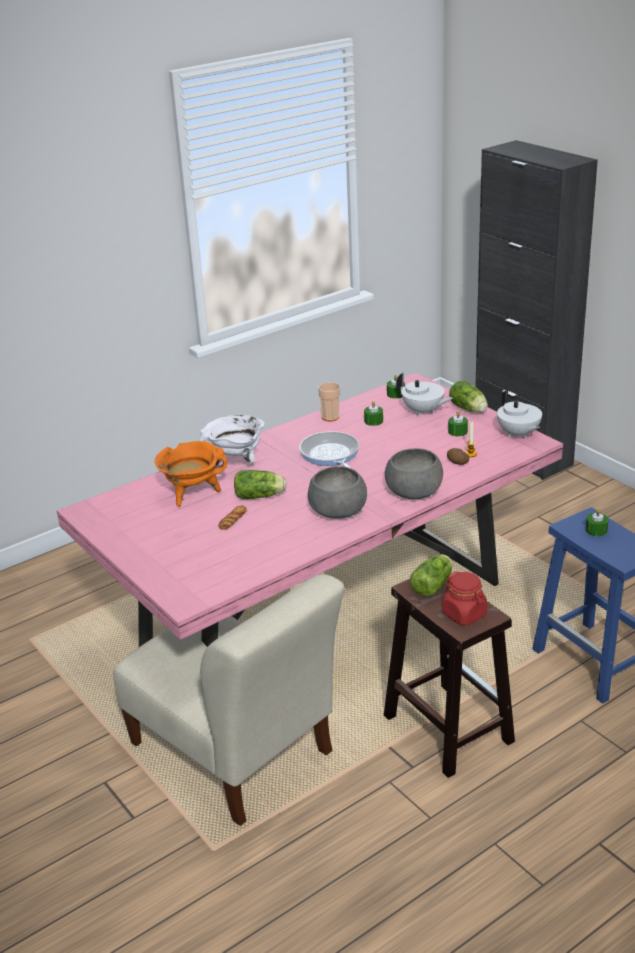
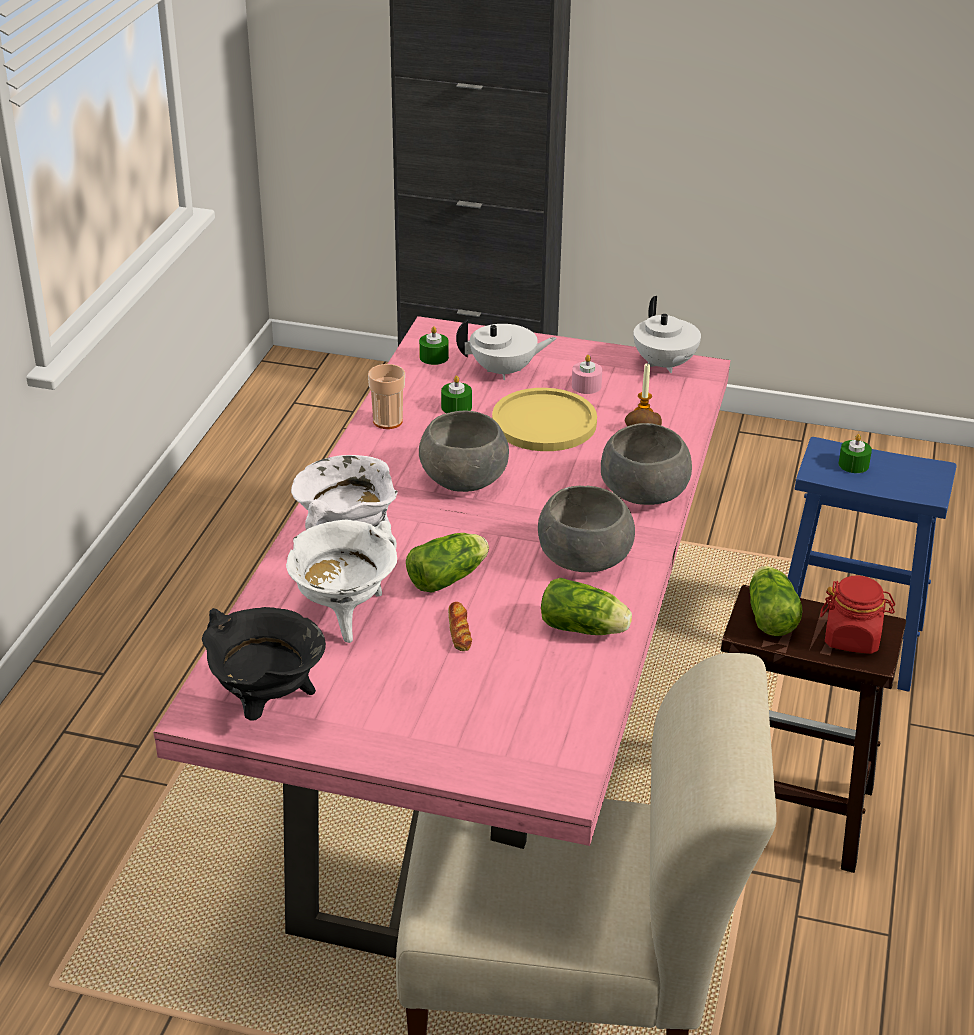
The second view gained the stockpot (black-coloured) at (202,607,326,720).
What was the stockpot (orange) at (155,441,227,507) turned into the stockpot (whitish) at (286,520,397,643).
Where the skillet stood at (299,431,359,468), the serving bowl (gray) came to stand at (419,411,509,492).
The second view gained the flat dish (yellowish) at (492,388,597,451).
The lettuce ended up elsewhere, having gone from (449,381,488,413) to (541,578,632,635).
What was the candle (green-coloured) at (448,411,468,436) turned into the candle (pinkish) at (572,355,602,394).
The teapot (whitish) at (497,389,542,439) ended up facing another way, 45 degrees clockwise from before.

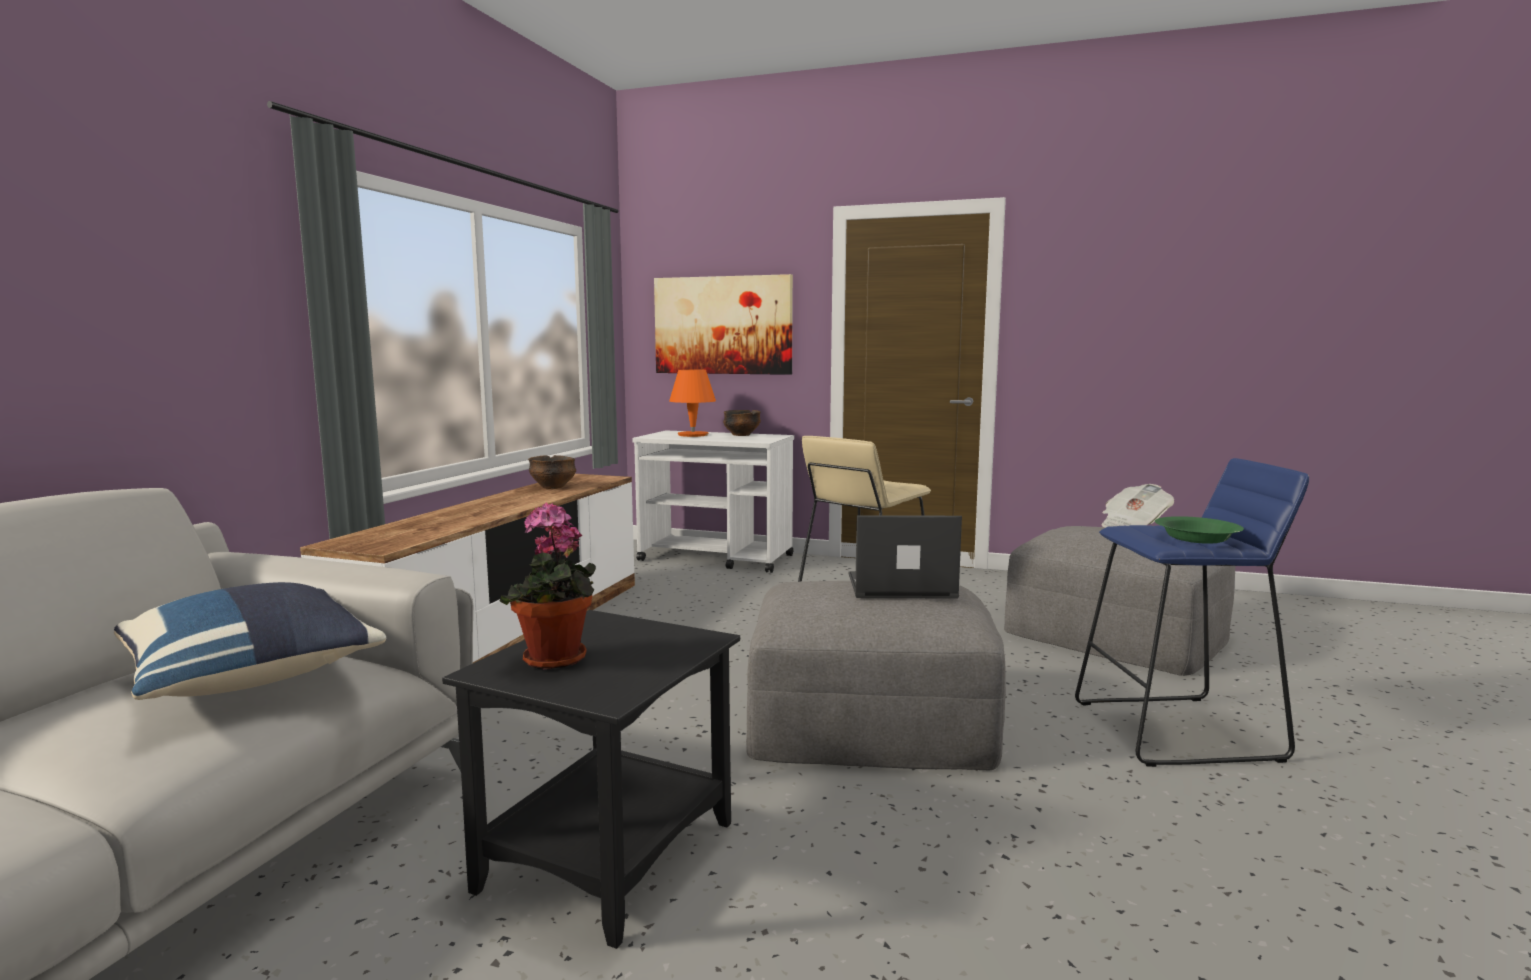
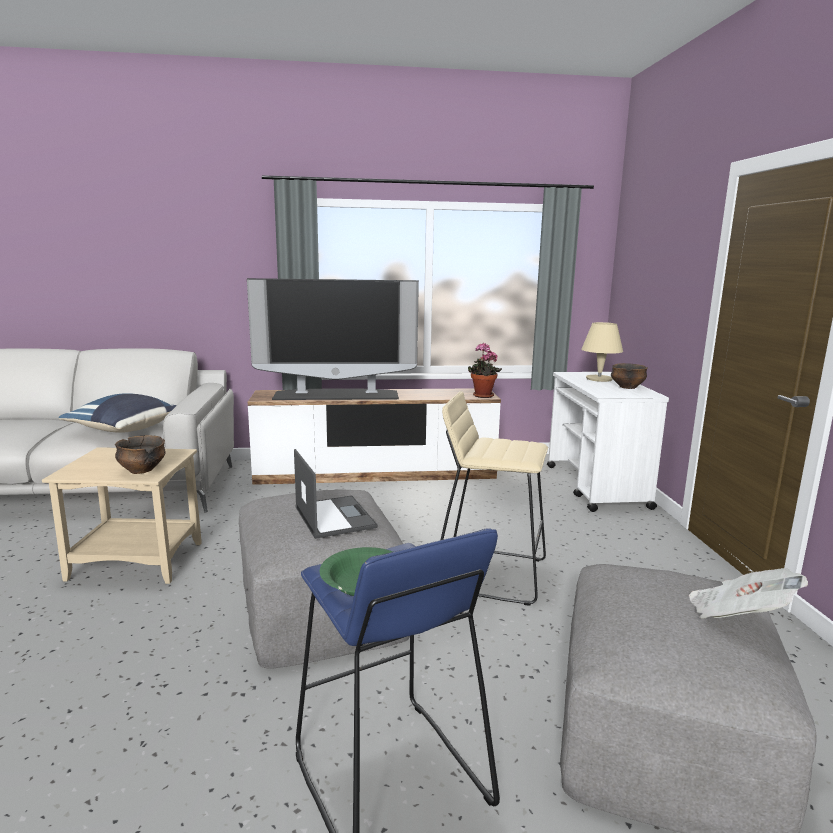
What was the end table (black-coloured) at (442,610,740,949) turned into the end table (beige-coloured) at (42,447,202,584).
The serving bowl ended up elsewhere, having gone from (528,455,576,489) to (115,435,165,474).
The second view gained the TV set at (247,278,419,400).
The plant in a pot ended up elsewhere, having gone from (500,503,596,670) to (468,343,502,398).
What was the table lamp (orange) at (669,369,716,437) turned into the table lamp (beige-coloured) at (581,322,623,382).
The second view lost the wall art at (654,274,793,375).

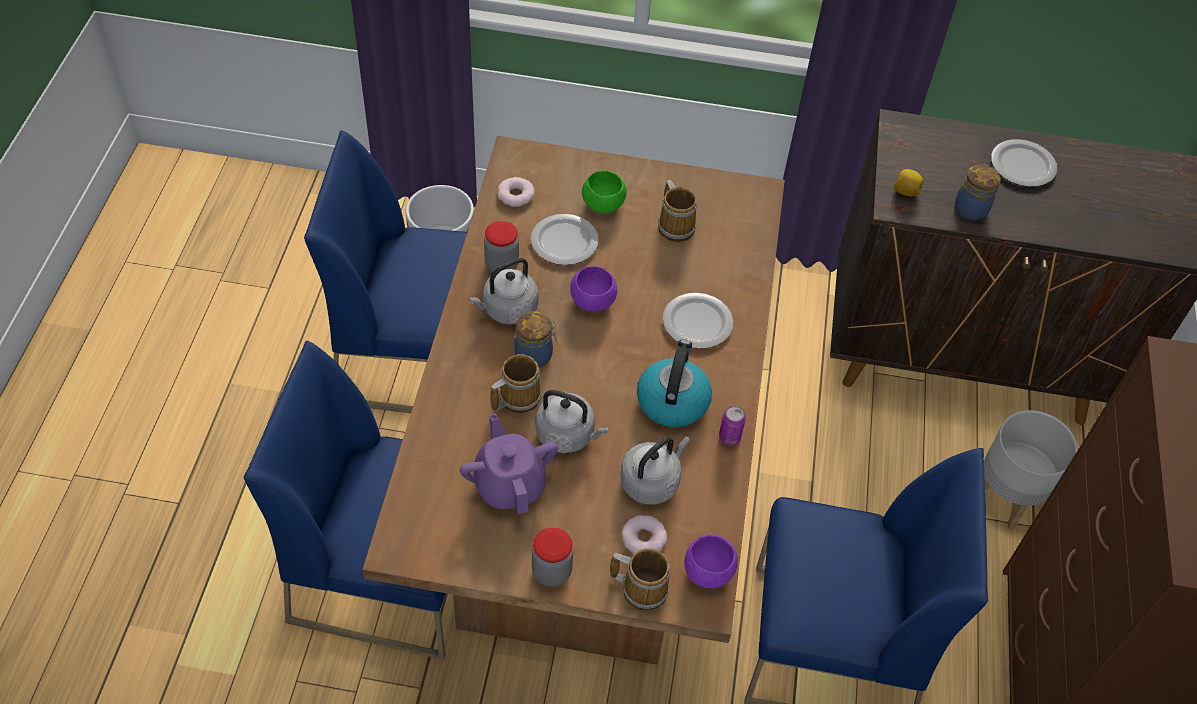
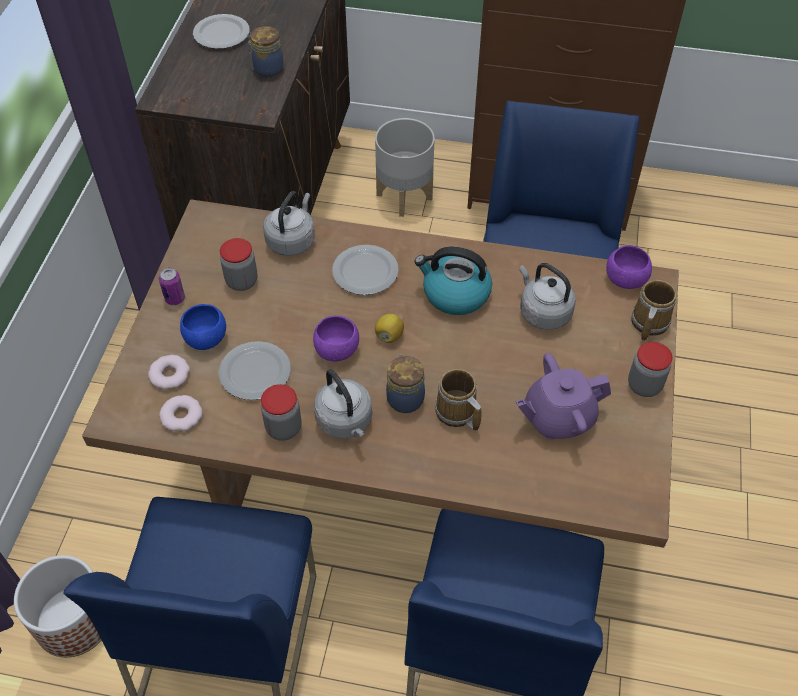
The ring doughnut ended up elsewhere, having gone from (621,515,667,554) to (148,355,190,390).
The can ended up elsewhere, having gone from (719,406,746,445) to (159,267,185,305).
What was the serving bowl (green-coloured) at (582,170,627,213) turned into the serving bowl (bluish) at (180,304,226,350).
Where the mug stood at (658,180,697,242), the jar came to stand at (220,238,257,291).
The tea kettle (gray) ended up elsewhere, having gone from (535,390,608,453) to (263,191,315,256).
The lemon ended up elsewhere, having gone from (894,169,923,196) to (375,314,404,343).

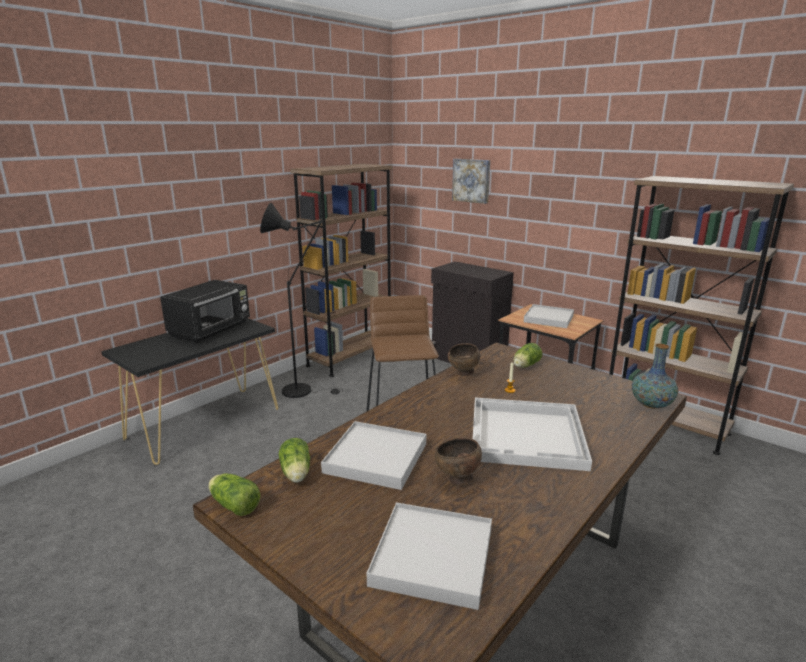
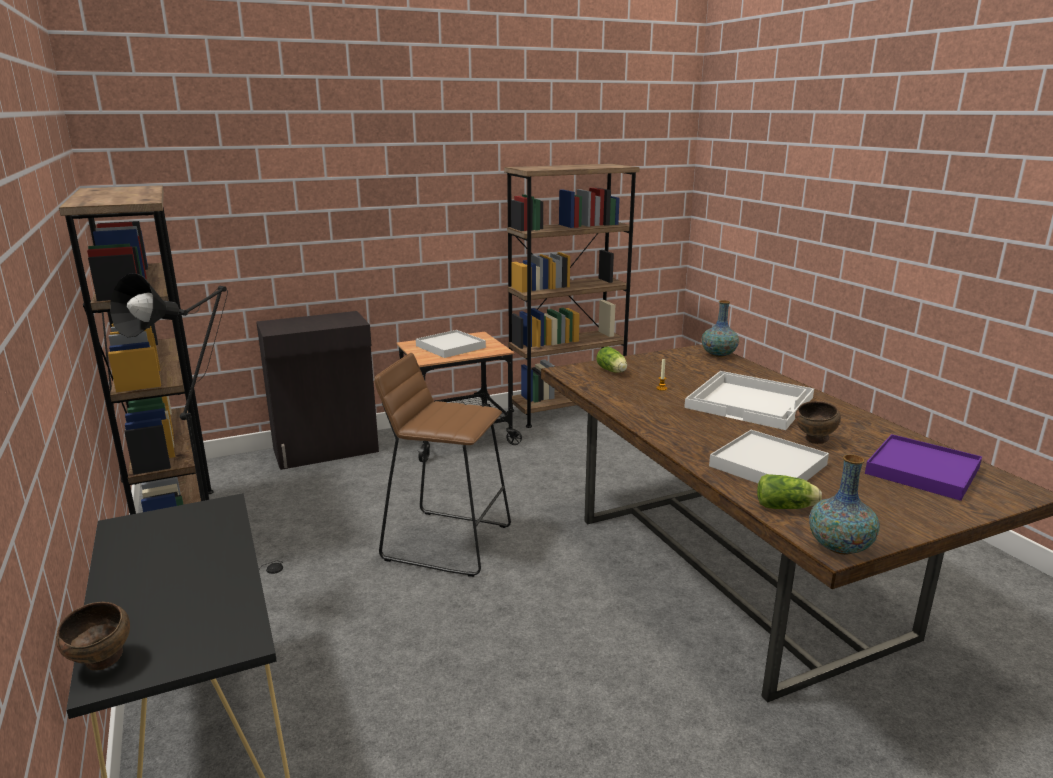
The serving bowl (brownish) ended up elsewhere, having gone from (448,343,480,376) to (56,601,130,670).
Where the lettuce stood at (208,474,260,516), the flower vase came to stand at (809,455,880,555).
What was the carrying tray (whitish) at (367,502,492,610) turned into the carrying tray (purple-coloured) at (865,434,982,501).
The second view lost the kitchen microwave (black-coloured) at (160,280,250,343).
The second view lost the wall art at (452,159,490,204).

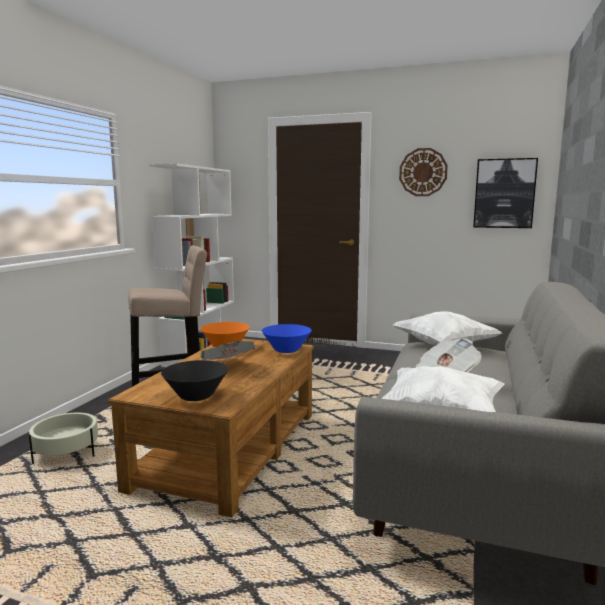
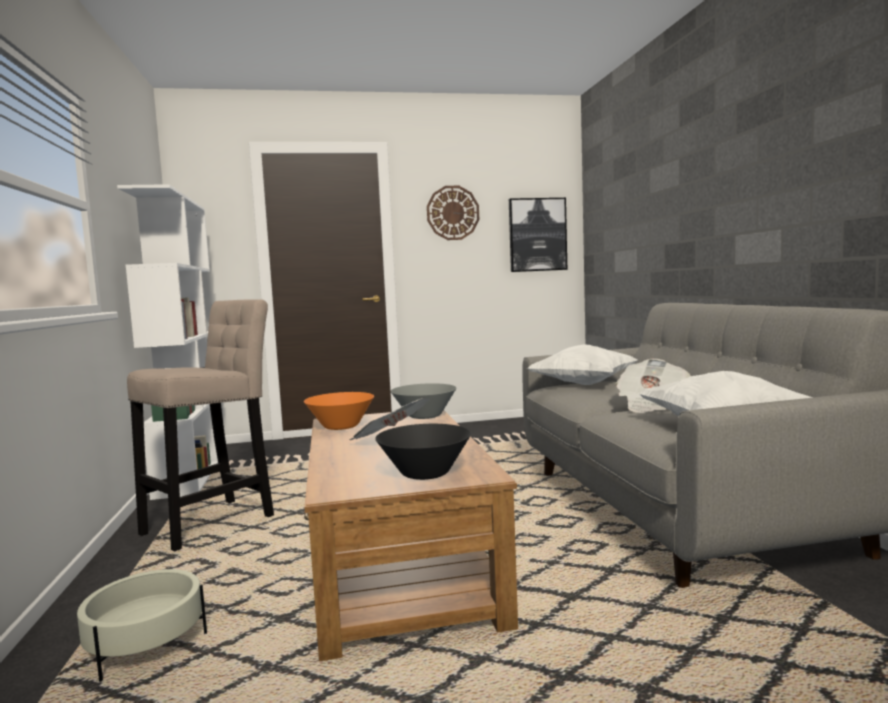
What was the serving bowl (bluish) at (262,324,312,353) turned into the serving bowl (gray) at (390,383,456,419).

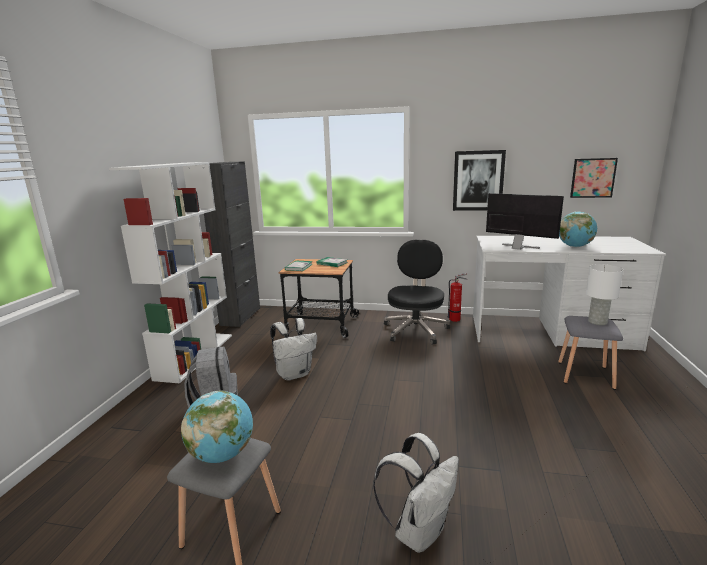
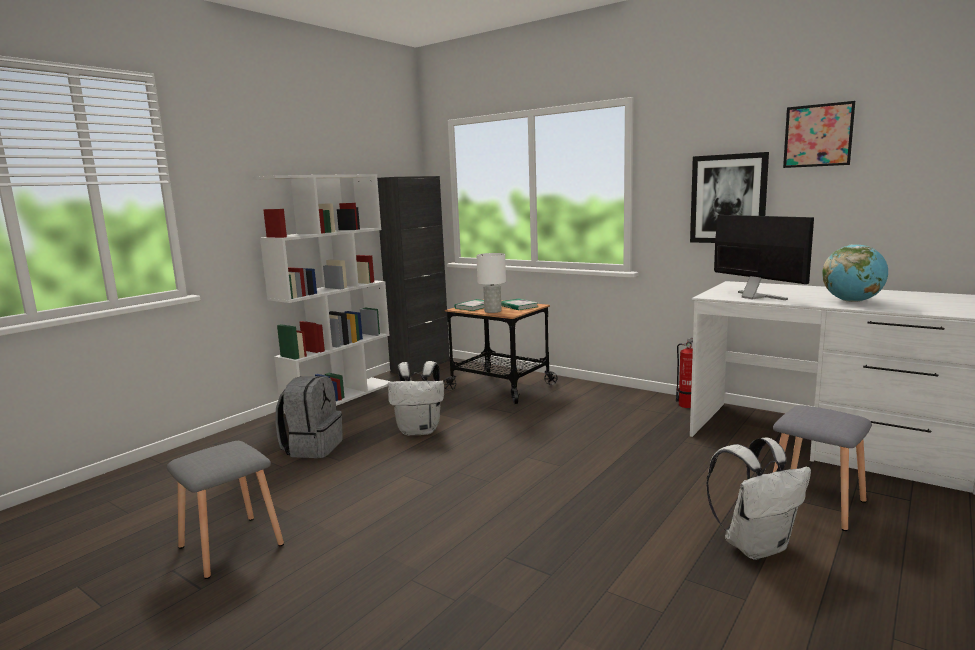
The table lamp (whitish) ended up elsewhere, having gone from (586,264,623,325) to (476,253,506,313).
The knapsack (whitish) ended up elsewhere, having gone from (373,433,459,553) to (706,437,811,560).
The wall art ended up elsewhere, having gone from (570,158,618,198) to (783,101,855,168).
The second view lost the globe at (181,391,253,463).
The second view lost the office chair (black-coloured) at (384,240,450,344).

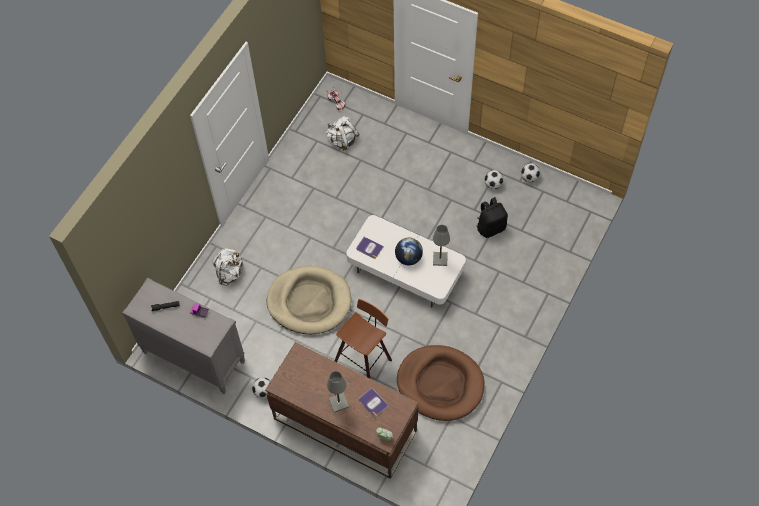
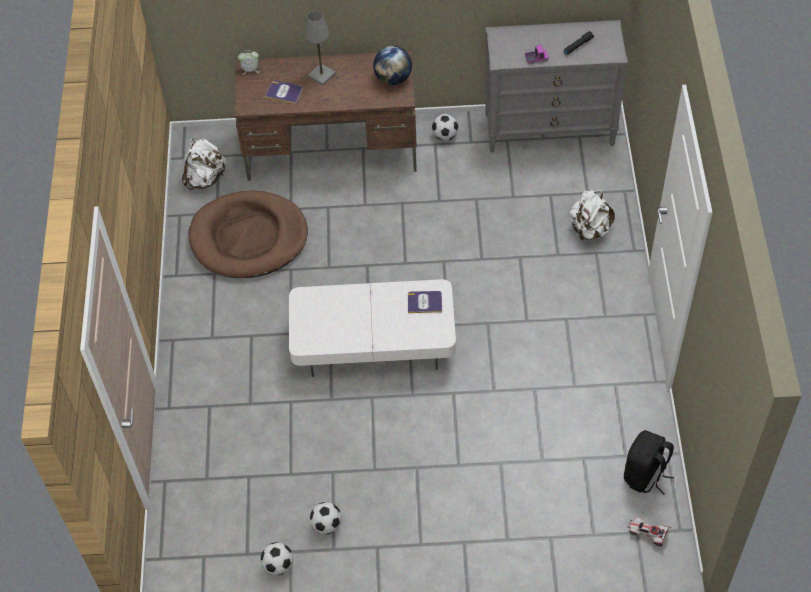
The knapsack (whitish) ended up elsewhere, having gone from (326,116,359,151) to (182,138,226,190).
The globe ended up elsewhere, having gone from (395,238,423,265) to (373,46,412,85).
The knapsack (black-coloured) ended up elsewhere, having gone from (477,197,508,238) to (624,430,674,495).
The second view lost the pet bed (beige-coloured) at (267,266,351,334).
The second view lost the stool seat at (334,299,392,378).
The second view lost the table lamp (gray) at (433,225,450,266).

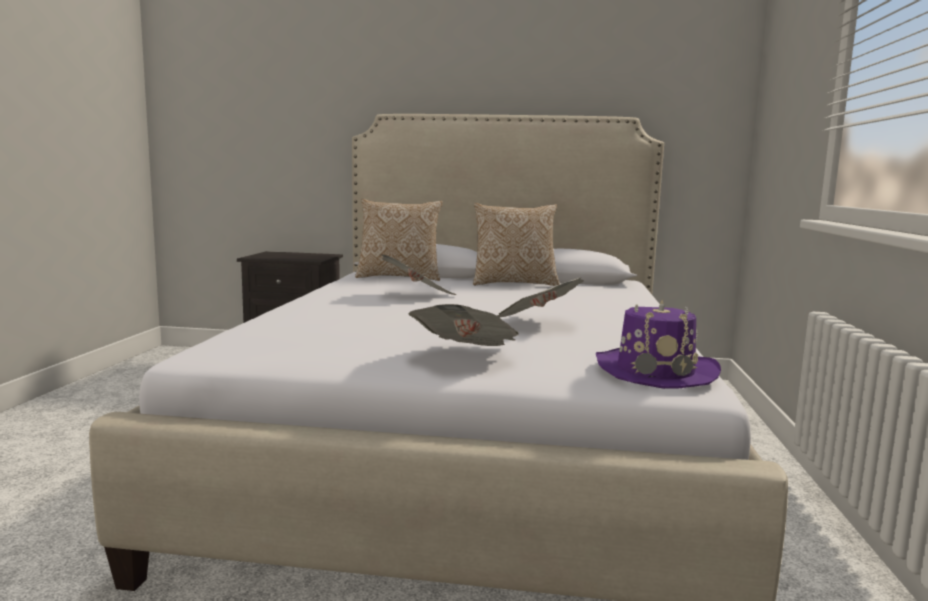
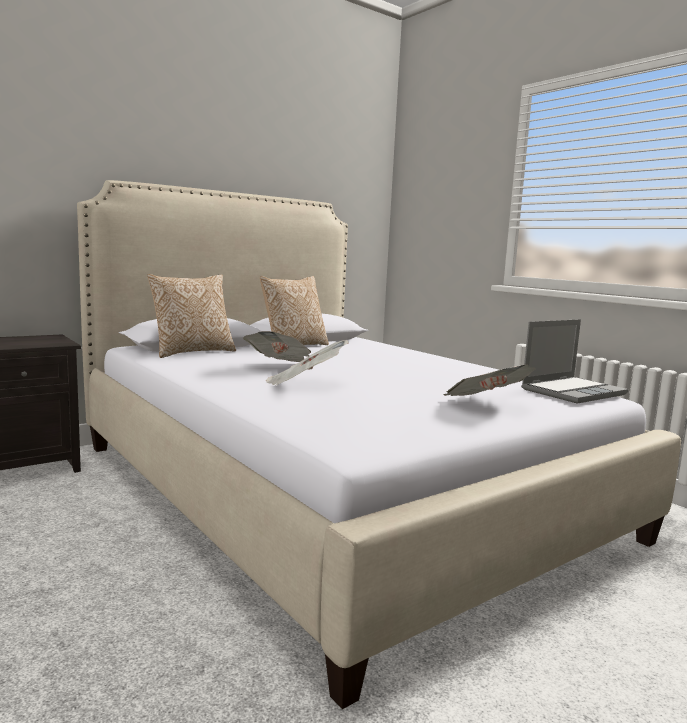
The newspaper ended up elsewhere, having gone from (497,277,584,318) to (266,340,349,386).
Where the clothing hat (purple-coloured) stood at (596,300,721,389), the portable computer came to stand at (521,319,628,404).

